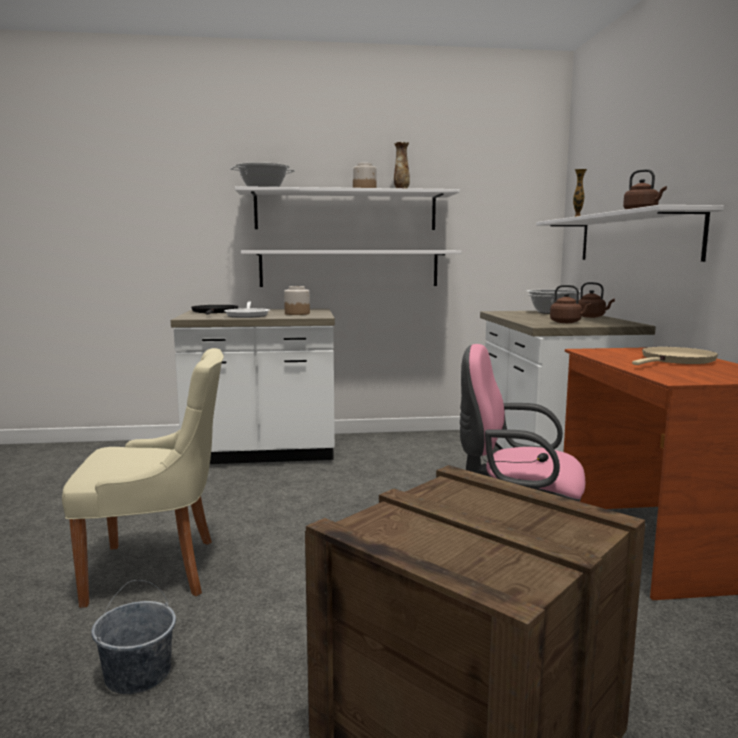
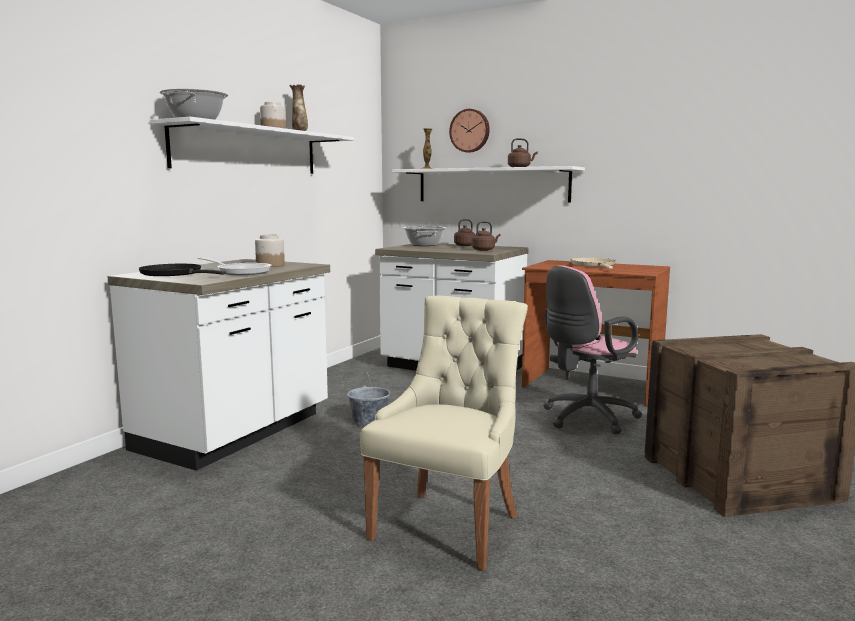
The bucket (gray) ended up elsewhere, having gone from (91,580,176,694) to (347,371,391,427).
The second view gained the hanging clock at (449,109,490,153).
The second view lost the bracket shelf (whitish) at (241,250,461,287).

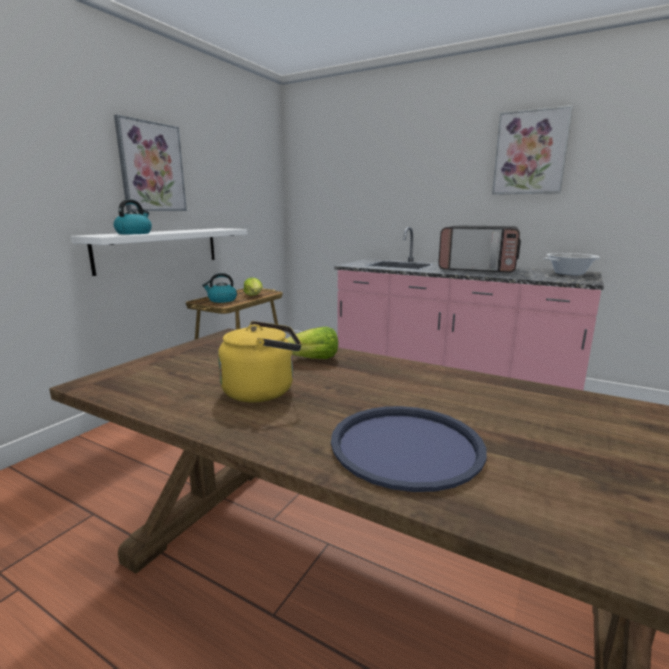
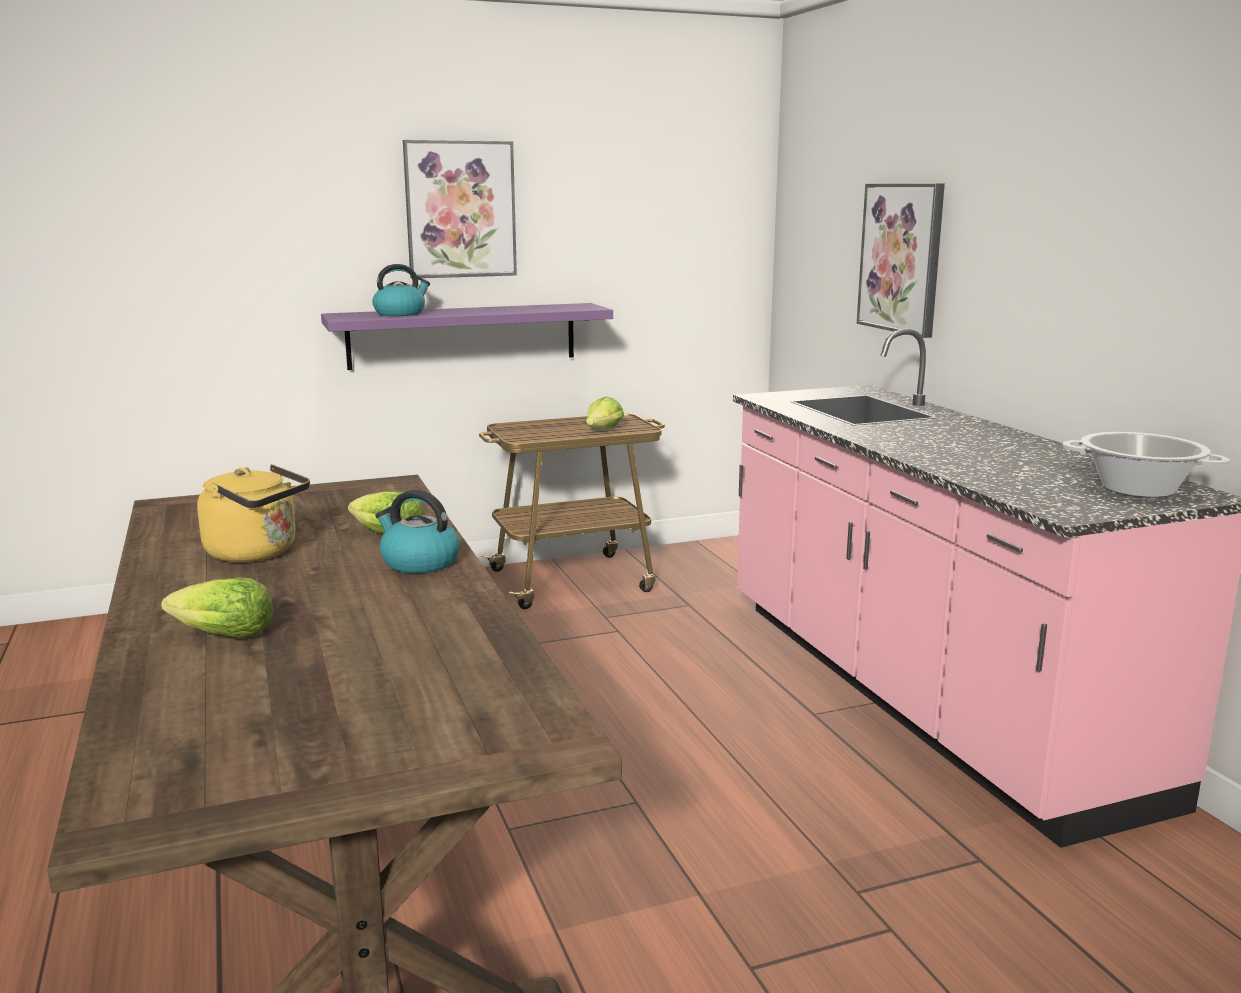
Where the carrying tray (bluish) stood at (331,406,487,492), the lettuce came to stand at (161,578,273,638).
What was the bracket shelf (whitish) at (71,228,248,276) turned into the bracket shelf (purple-coloured) at (321,303,613,370).
The tea kettle ended up elsewhere, having gone from (202,273,237,303) to (375,490,460,573).
The wall art ended up elsewhere, having gone from (492,105,573,195) to (857,184,945,338).
The second view lost the kitchen microwave at (438,225,521,273).

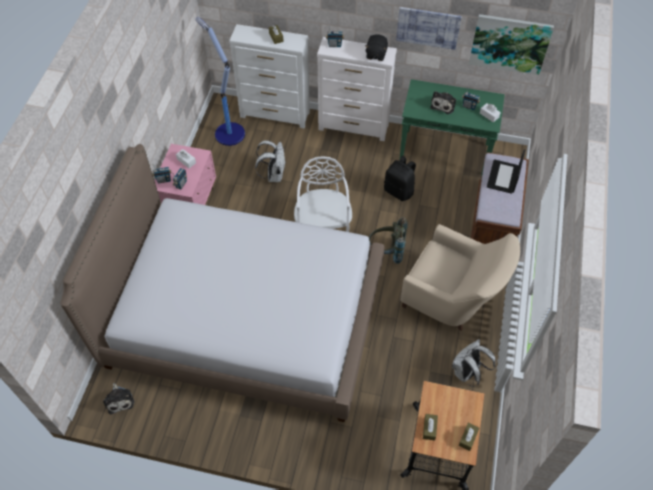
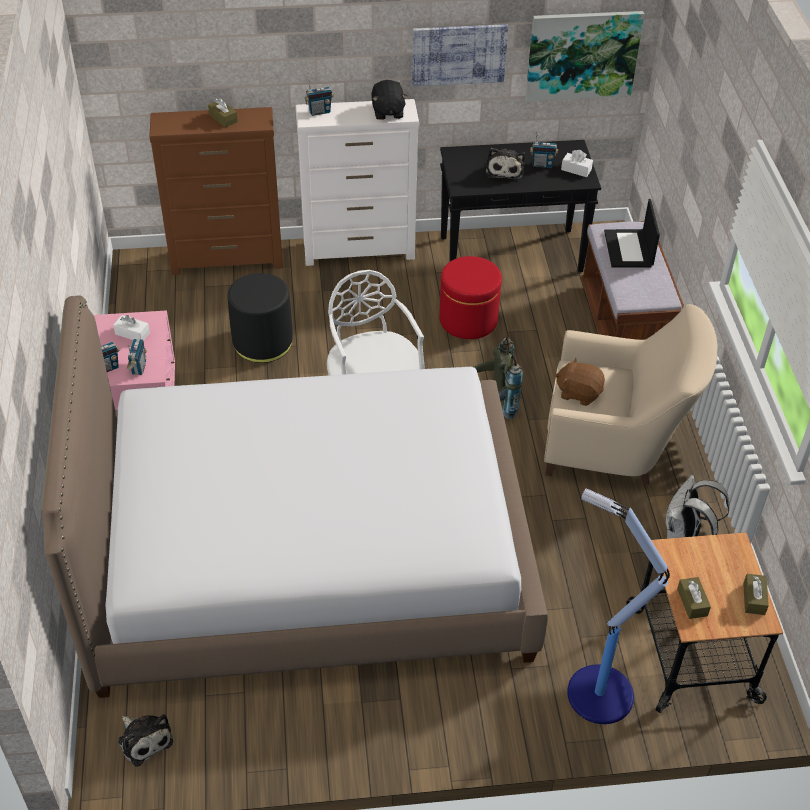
What was the drawer chest (whitish) at (229,24,310,128) turned into the drawer chest (brownish) at (149,107,283,275).
Where the knapsack (whitish) stood at (255,140,286,182), the footrest (black-coloured) came to stand at (228,273,293,363).
Where the knapsack (black-coloured) stood at (384,156,416,201), the footrest (reddish) came to stand at (439,256,502,339).
What was the console table (green-coloured) at (399,79,505,175) turned into the console table (black-coloured) at (440,140,601,272).
The second view gained the soft toy (brownish) at (555,357,605,406).
The floor lamp ended up elsewhere, having gone from (195,17,245,146) to (567,488,670,724).

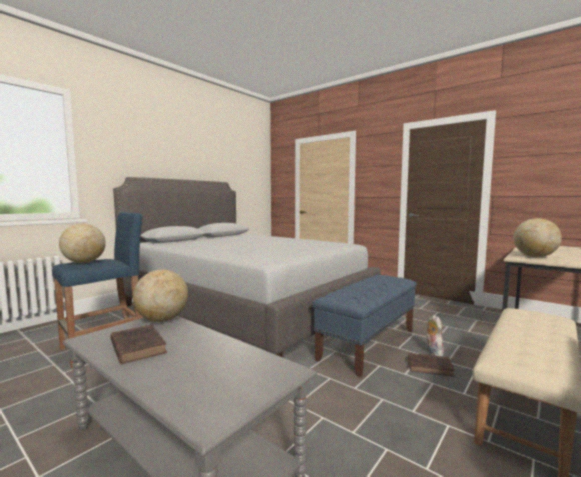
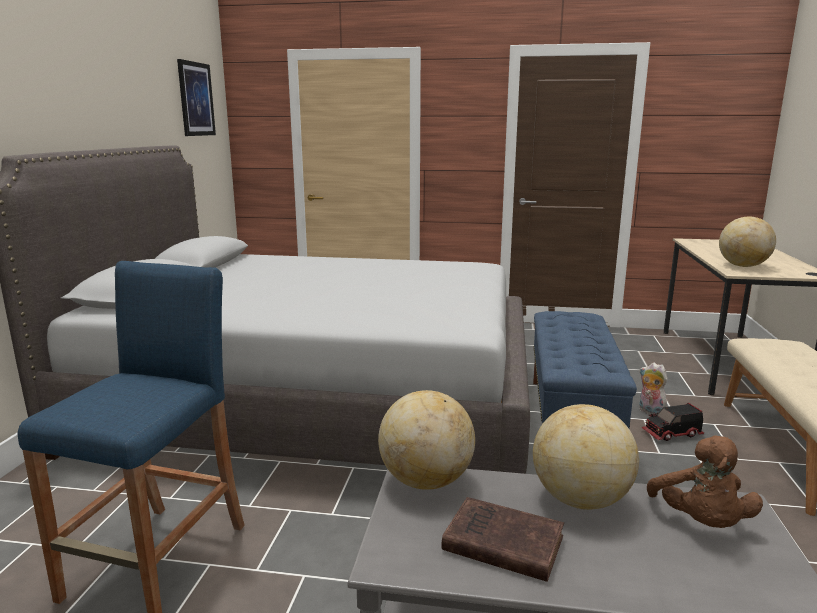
The second view gained the wall art at (177,59,216,136).
The globe ended up elsewhere, having gone from (59,224,106,263) to (533,404,639,510).
Where the bound book (brownish) stood at (408,353,455,377), the toy truck came to stand at (641,403,704,441).
The second view gained the soft toy (brownish) at (647,435,763,528).

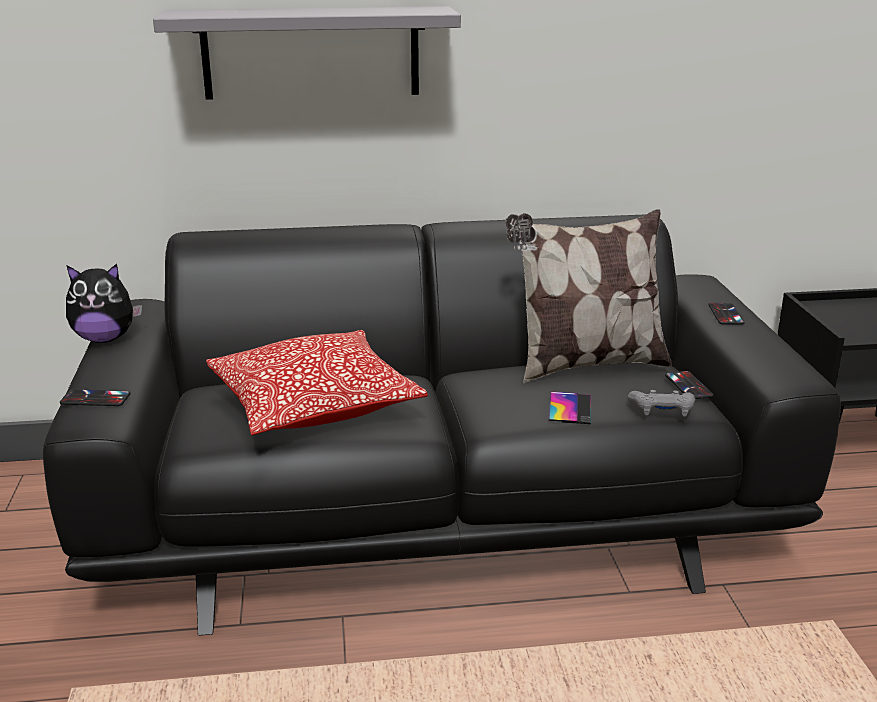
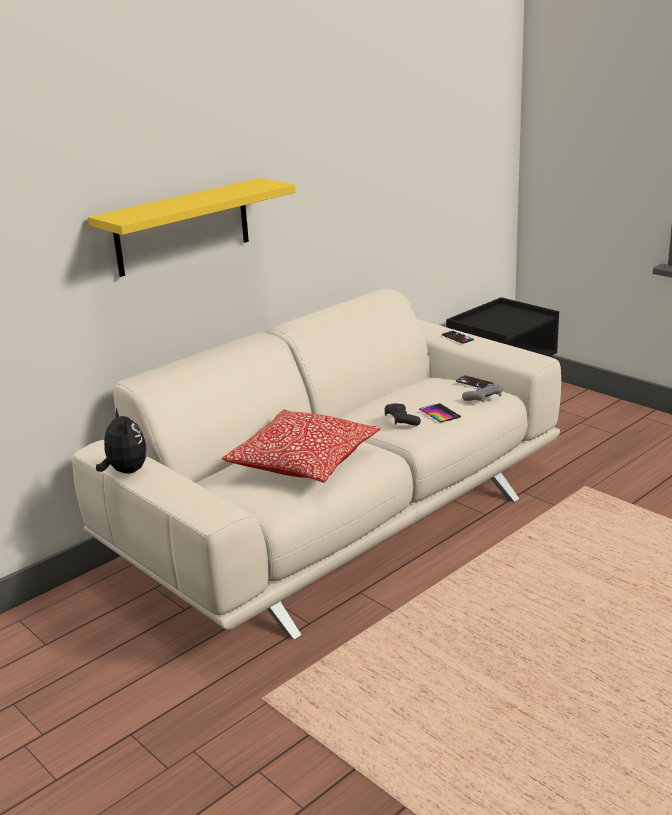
What was the settee (black-coloured) at (43,215,841,636) turned into the settee (beige-coloured) at (72,289,561,640).
What was the bracket shelf (gray) at (153,6,461,100) turned into the bracket shelf (yellowish) at (88,178,296,277).
The soft toy at (66,264,142,343) ended up facing another way, 75 degrees counterclockwise from before.
The second view gained the game controller (black-coloured) at (384,403,421,426).
The second view lost the telephone at (60,389,131,406).
The second view lost the cushion at (506,209,672,384).

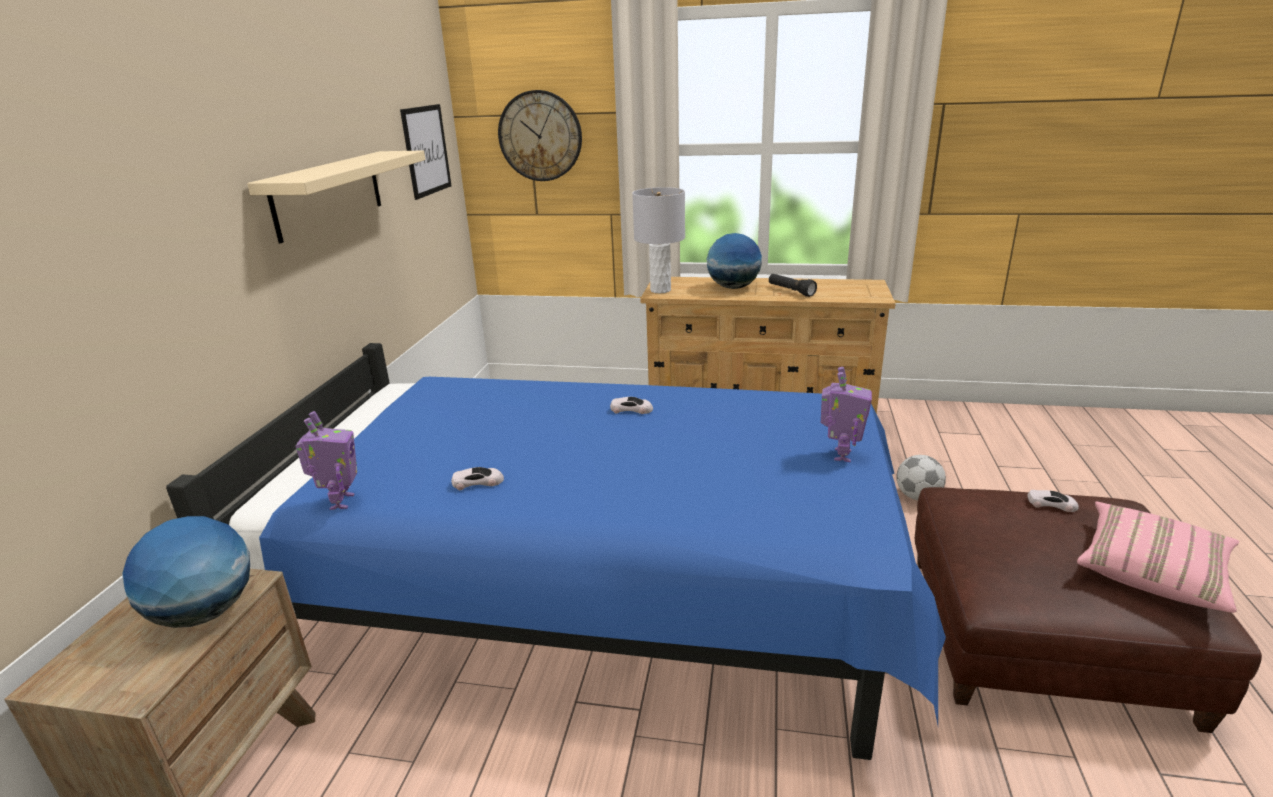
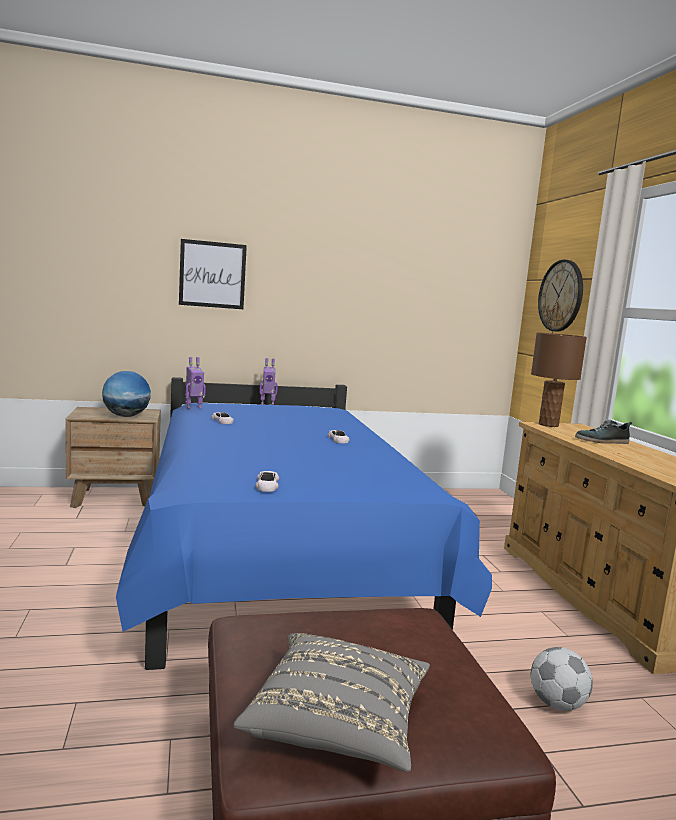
The wall art ended up elsewhere, having gone from (400,104,451,200) to (179,239,247,309).
What was the cushion (pinkish) at (1077,501,1239,613) turned into the cushion (gray) at (233,633,430,772).
The model car (whitish) ended up elsewhere, having gone from (1027,490,1079,512) to (256,471,279,492).
The robot figure ended up elsewhere, having gone from (821,367,872,462) to (259,358,278,405).
What was the table lamp (gray) at (632,187,685,293) turned into the table lamp (brownish) at (531,333,587,427).
Where the globe stood at (707,233,762,289), the item of footwear came to stand at (575,420,632,444).
The second view lost the bracket shelf (beige-coloured) at (247,151,425,243).
The second view lost the flashlight (black-coloured) at (769,274,817,297).

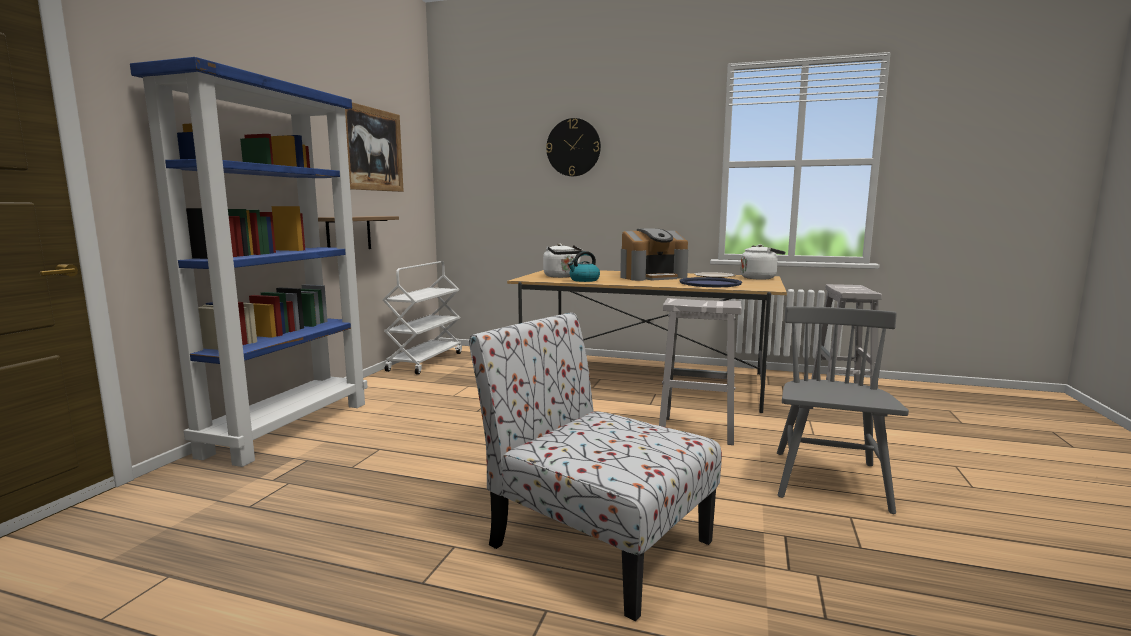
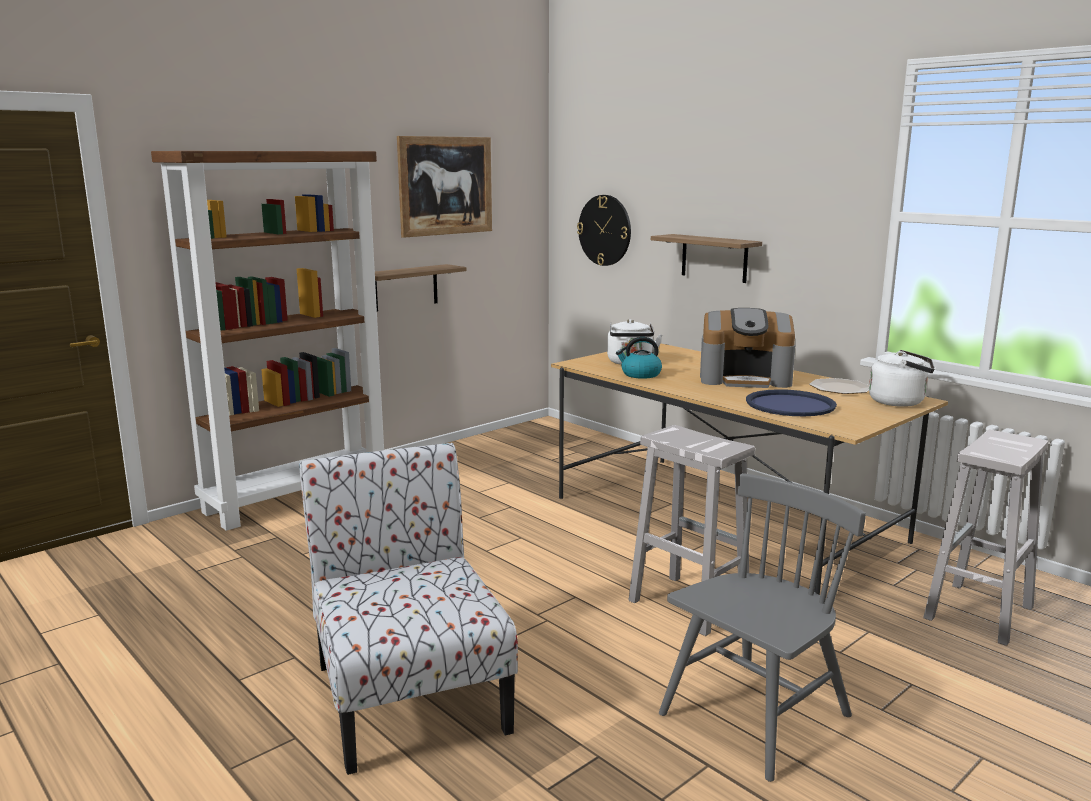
What was the shelving unit (bluish) at (130,57,368,467) turned into the shelving unit (brownish) at (151,151,384,531).
The hanging clock ended up elsewhere, having gone from (546,118,601,176) to (577,195,631,266).
The second view gained the bracket shelf at (651,234,762,283).
The second view lost the trolley (whitish) at (382,261,462,375).

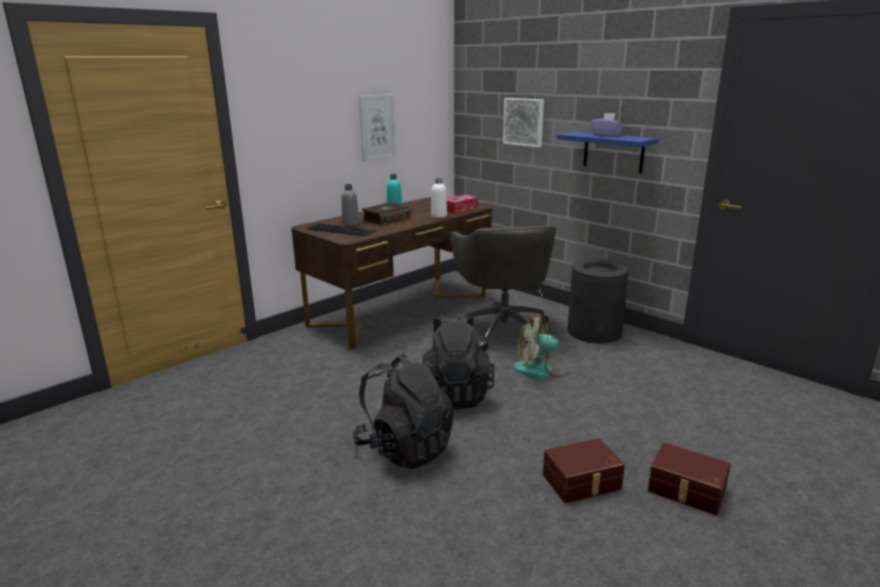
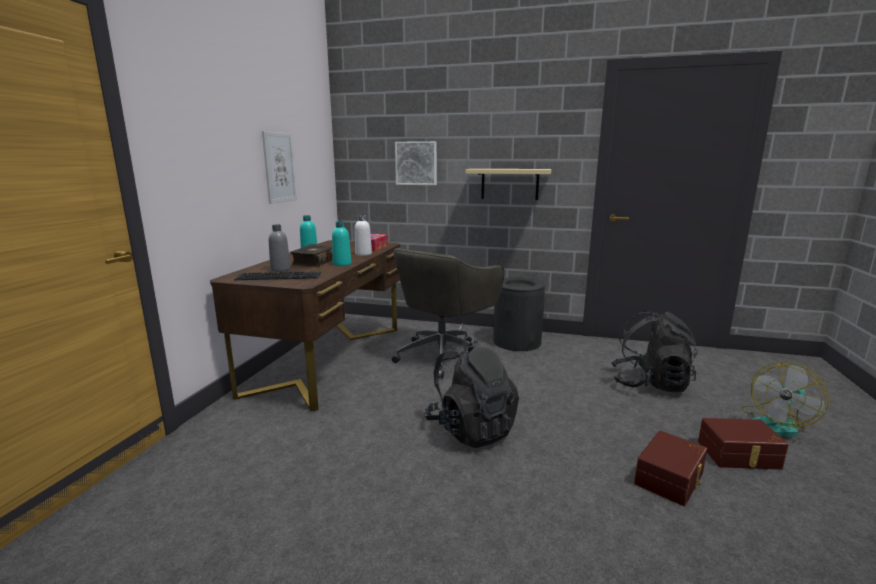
The second view gained the bottle (blue-green) at (332,221,351,266).
The office chair (gray) at (450,225,556,351) ended up facing another way, 75 degrees clockwise from before.
What was the bracket shelf (bluish) at (557,132,659,173) turned into the bracket shelf (beige-coloured) at (465,169,551,200).
The knapsack (black-coloured) ended up elsewhere, having gone from (352,354,454,469) to (611,310,698,392).
The fan ended up elsewhere, having gone from (514,313,570,379) to (741,362,829,437).
The second view lost the tissue box (purple-coloured) at (591,113,624,137).

